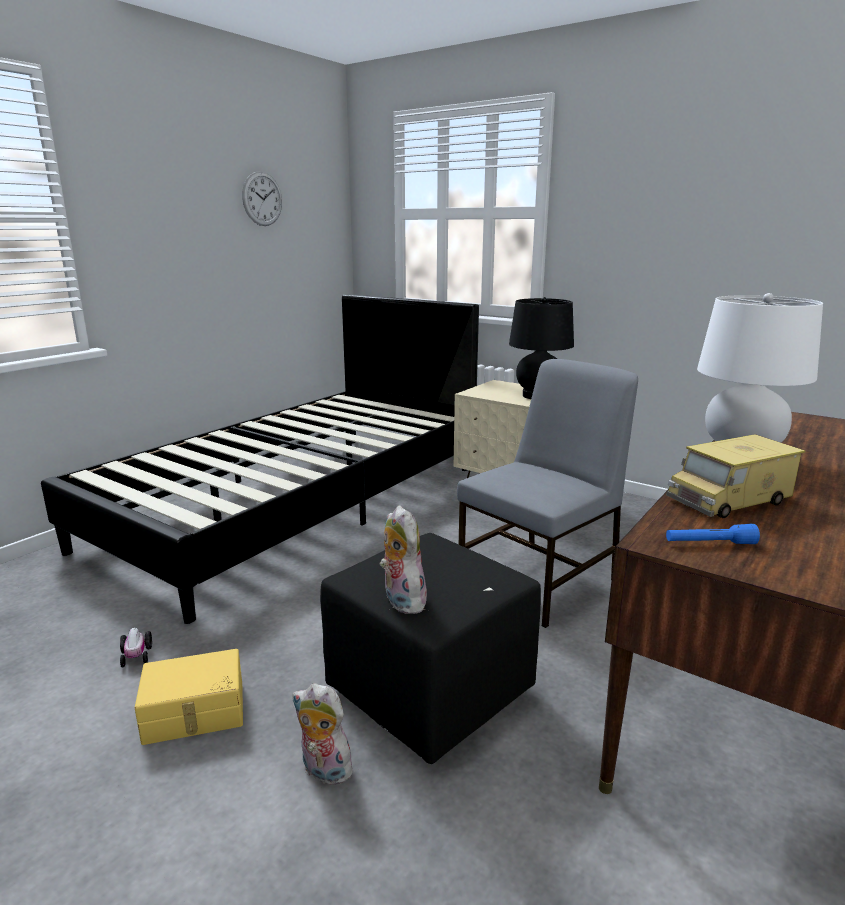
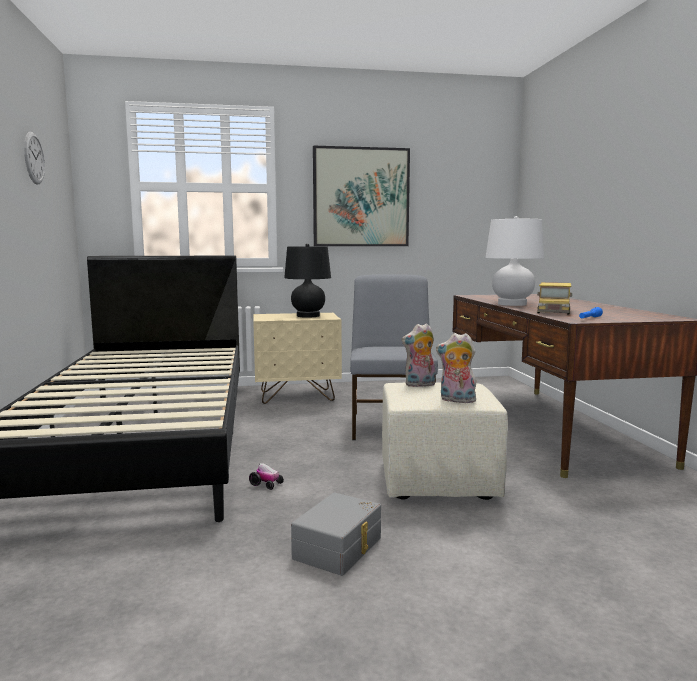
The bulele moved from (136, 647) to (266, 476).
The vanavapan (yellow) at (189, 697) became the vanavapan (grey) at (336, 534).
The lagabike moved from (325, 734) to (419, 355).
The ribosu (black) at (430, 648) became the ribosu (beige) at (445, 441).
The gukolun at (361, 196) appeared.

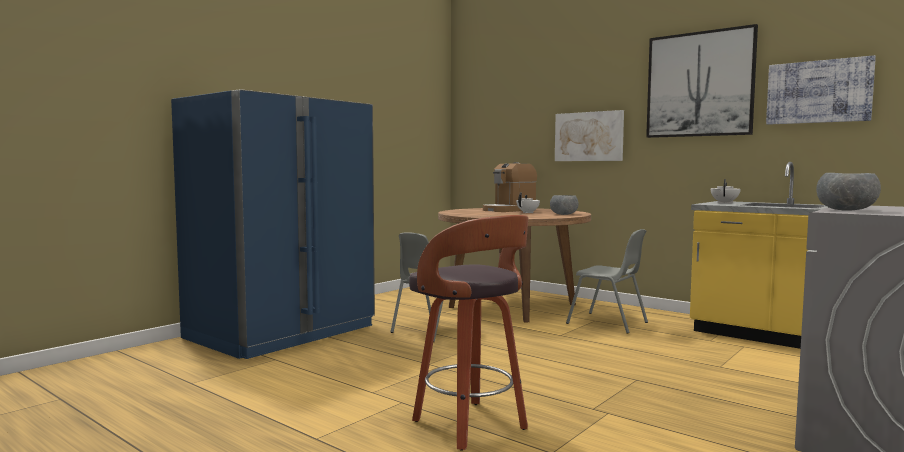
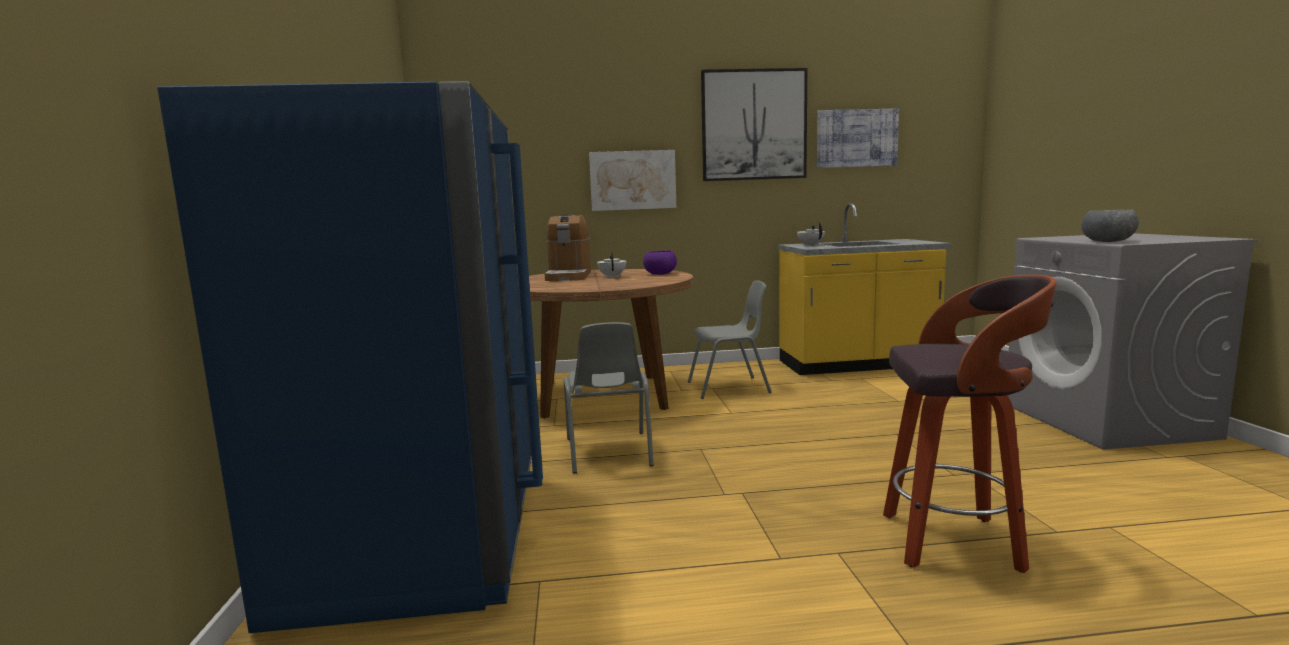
The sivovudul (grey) at (564, 205) became the sivovudul (purple) at (660, 263).

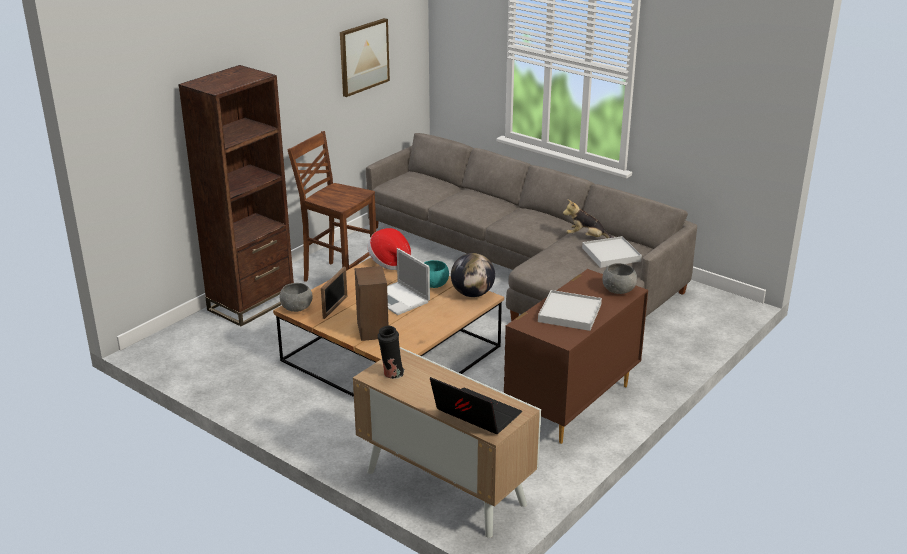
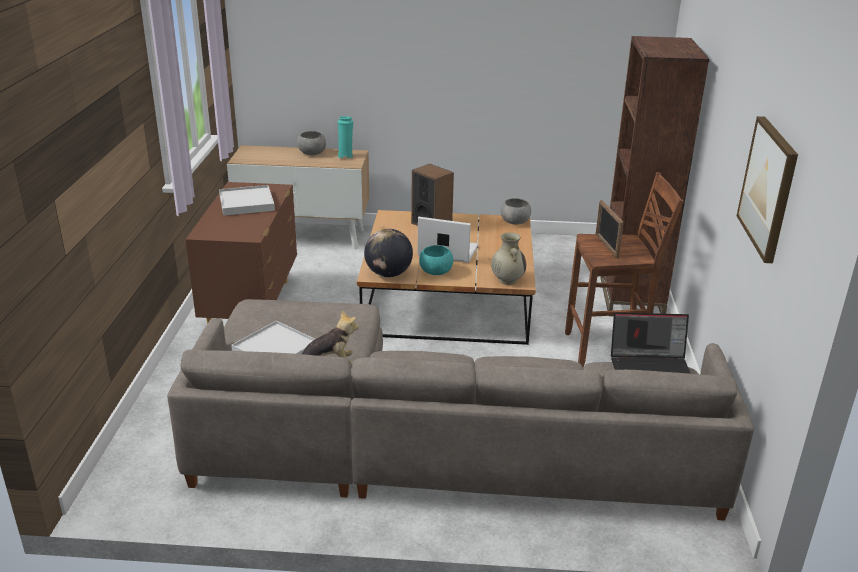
The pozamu moved from (334, 293) to (609, 229).
The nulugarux at (389, 249) was replaced by the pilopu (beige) at (508, 259).
The pilopu (black) at (391, 352) became the pilopu (turquoise) at (345, 137).
The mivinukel moved from (476, 405) to (651, 343).
The sivovudul (grey) moved from (619, 278) to (311, 143).

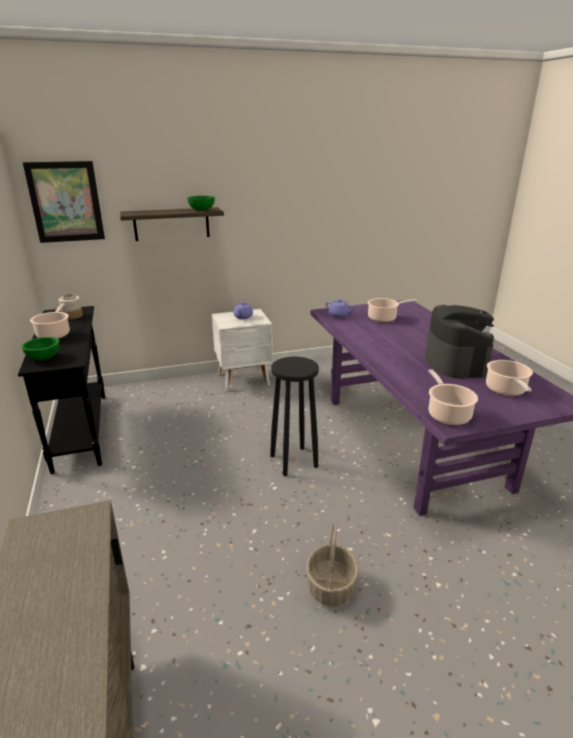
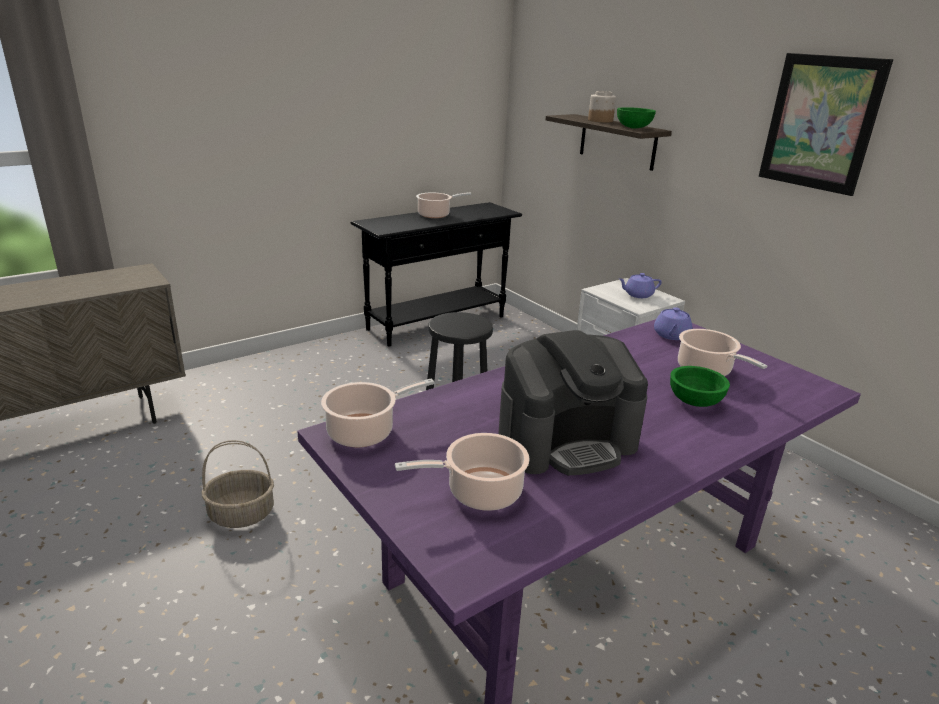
The sivovudul (green) moved from (40, 348) to (700, 386).
The gukolun moved from (64, 202) to (826, 124).
The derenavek moved from (71, 307) to (602, 107).

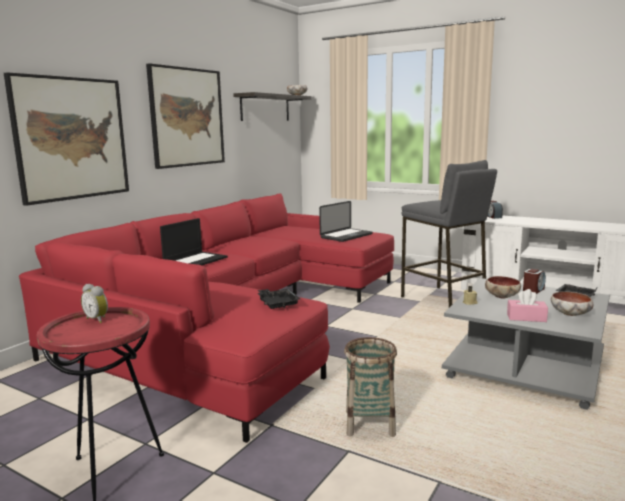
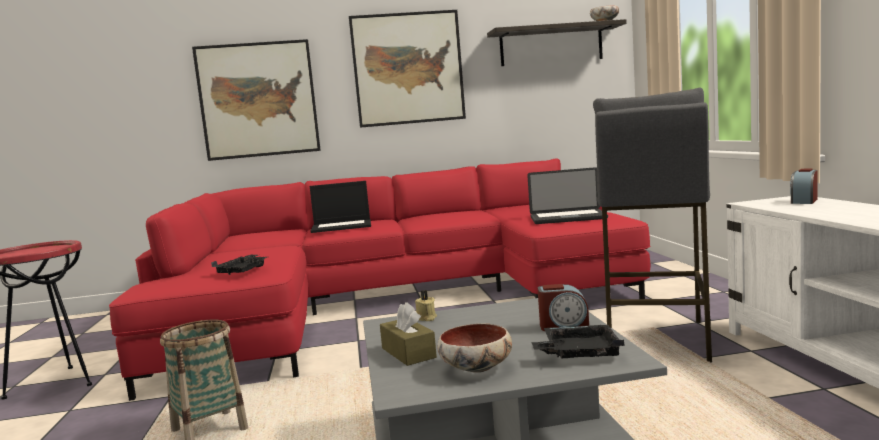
The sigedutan at (94, 303) disappeared.
The sivovudul at (503, 287) disappeared.
The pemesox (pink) at (527, 305) became the pemesox (brown) at (408, 334).

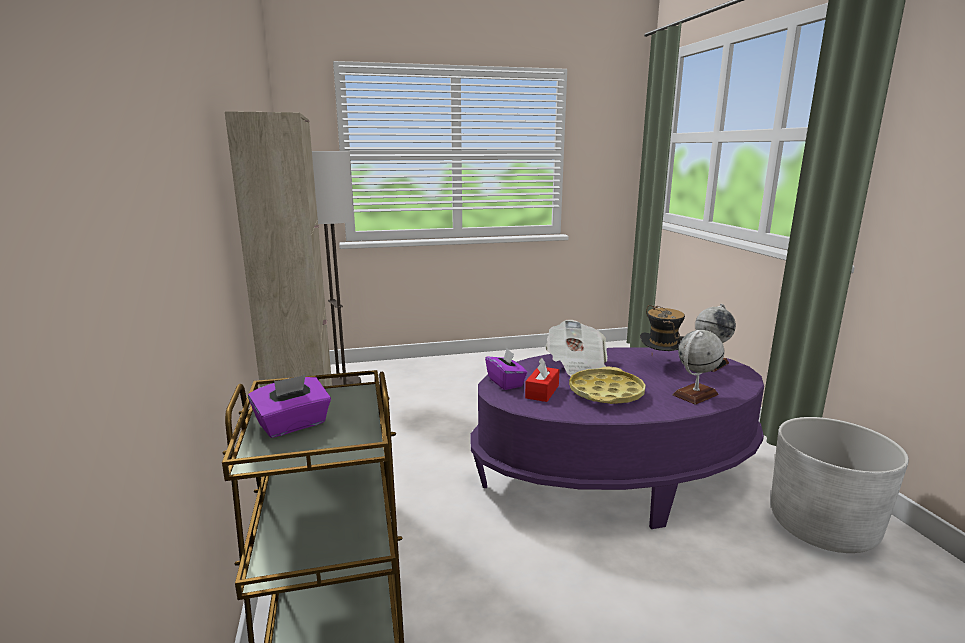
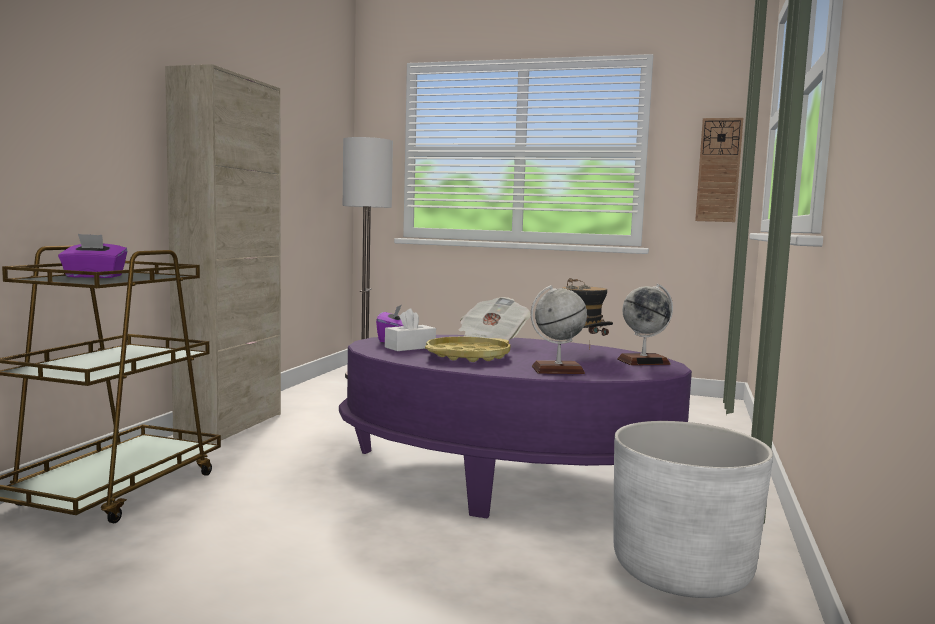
The pemesox (red) at (542, 380) became the pemesox (white) at (410, 329).
The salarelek at (719, 170) appeared.

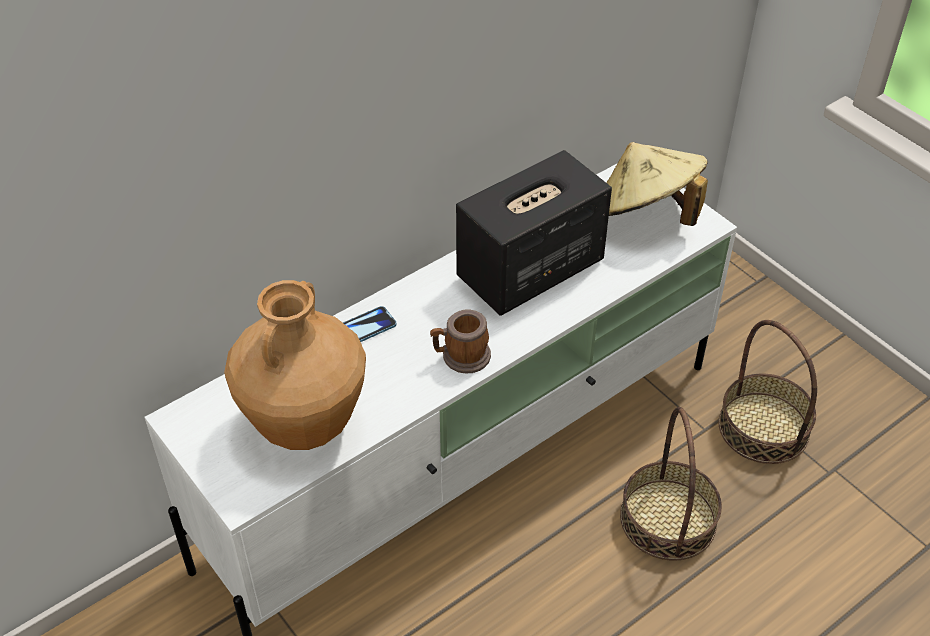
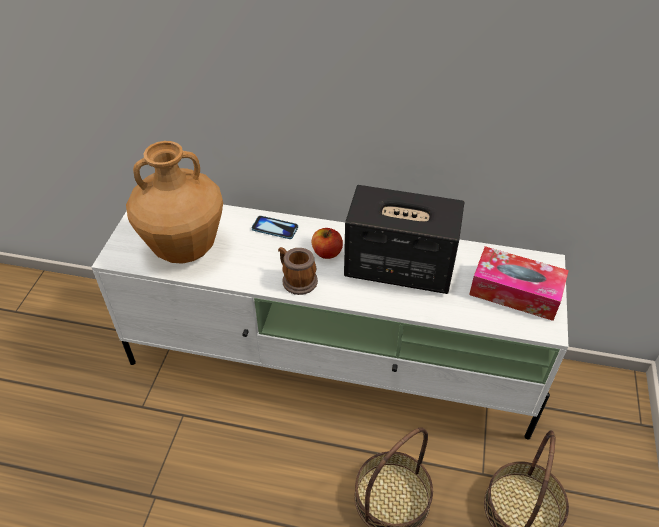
The nulugarux (beige) at (657, 184) was replaced by the pemesox at (519, 283).
The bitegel at (327, 243) appeared.

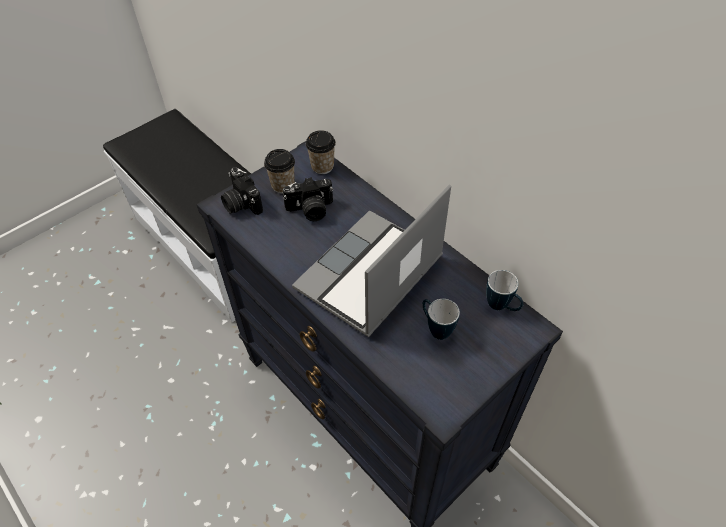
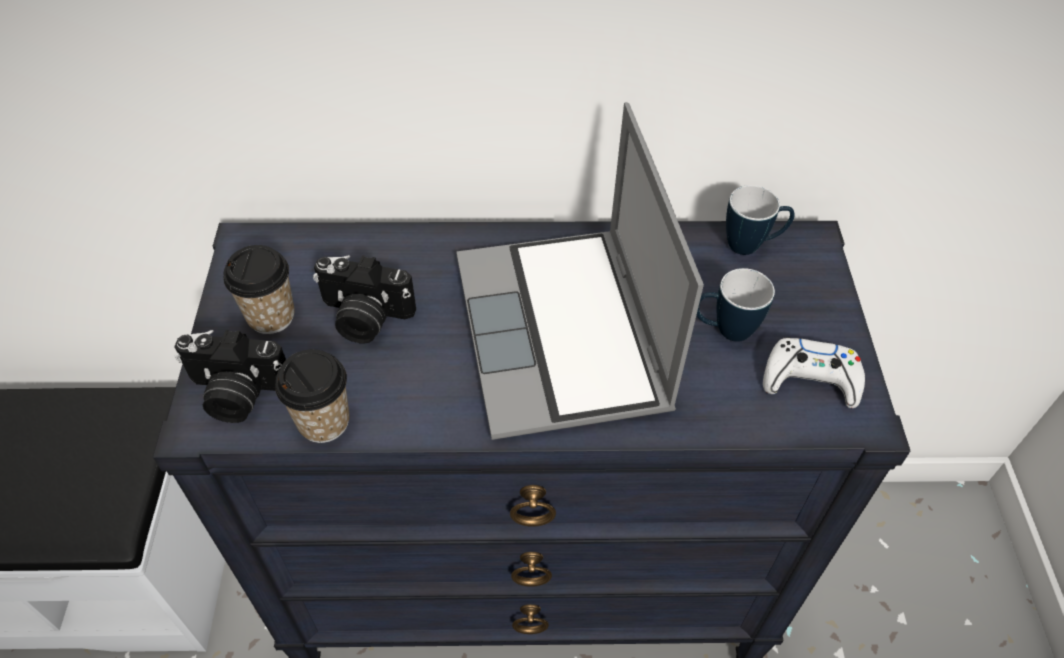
The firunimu at (307, 199) turned 75 degrees clockwise.
The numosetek moved from (321, 152) to (312, 396).
The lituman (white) at (814, 372) appeared.

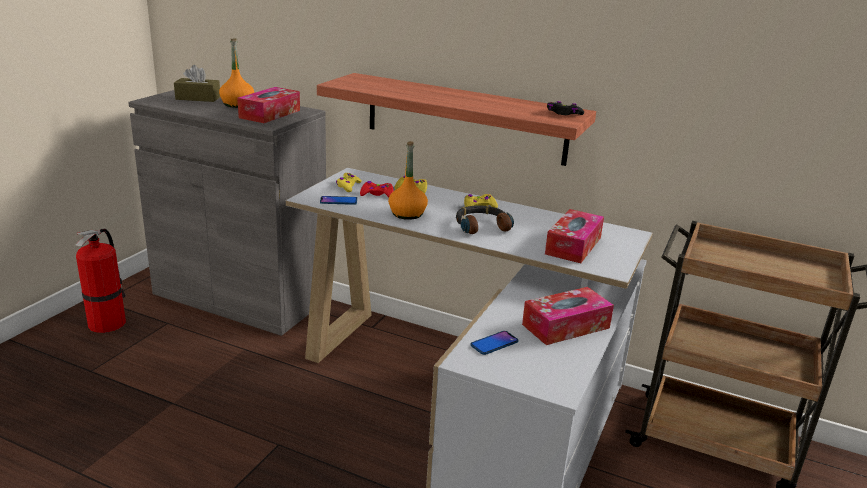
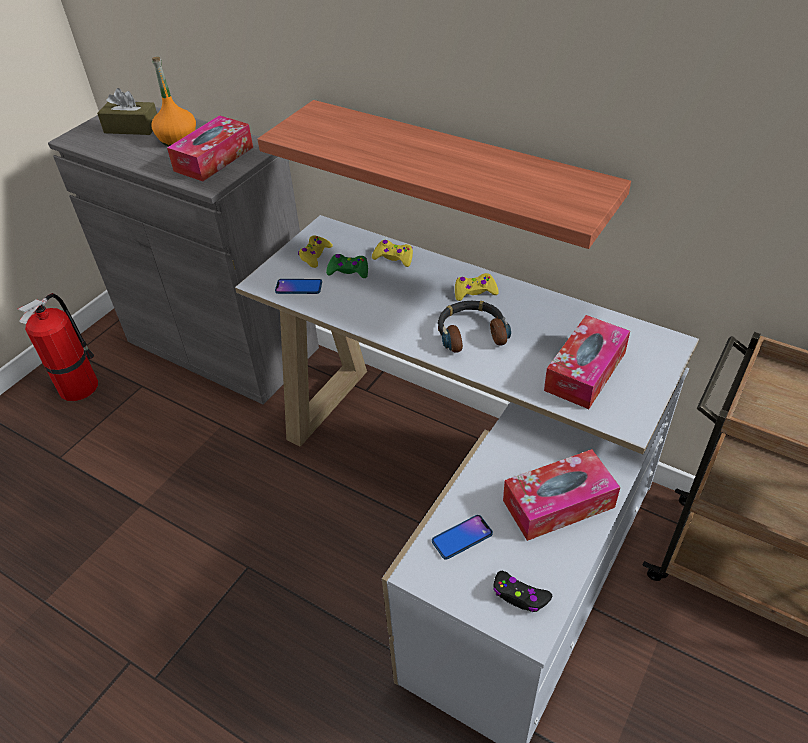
The lituman (red) at (377, 189) became the lituman (green) at (347, 266).
The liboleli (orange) at (408, 180) disappeared.
The lituman (black) moved from (565, 108) to (523, 591).

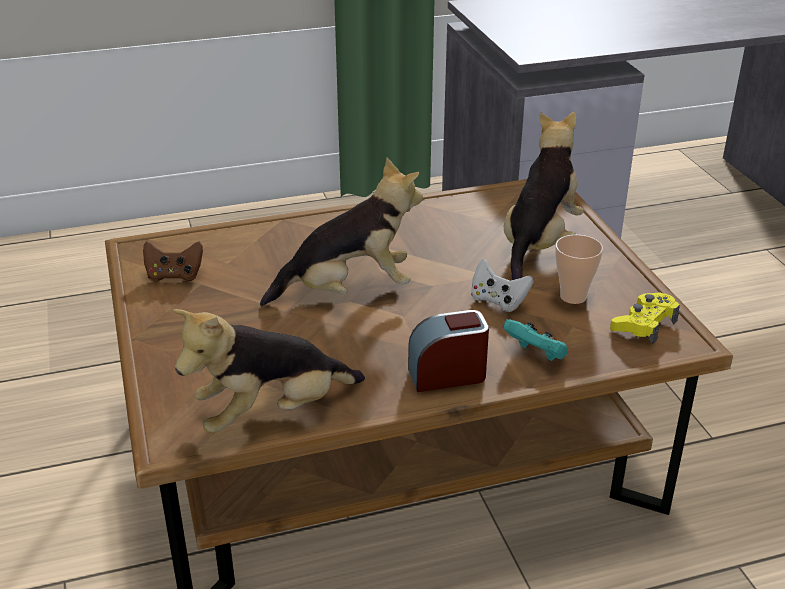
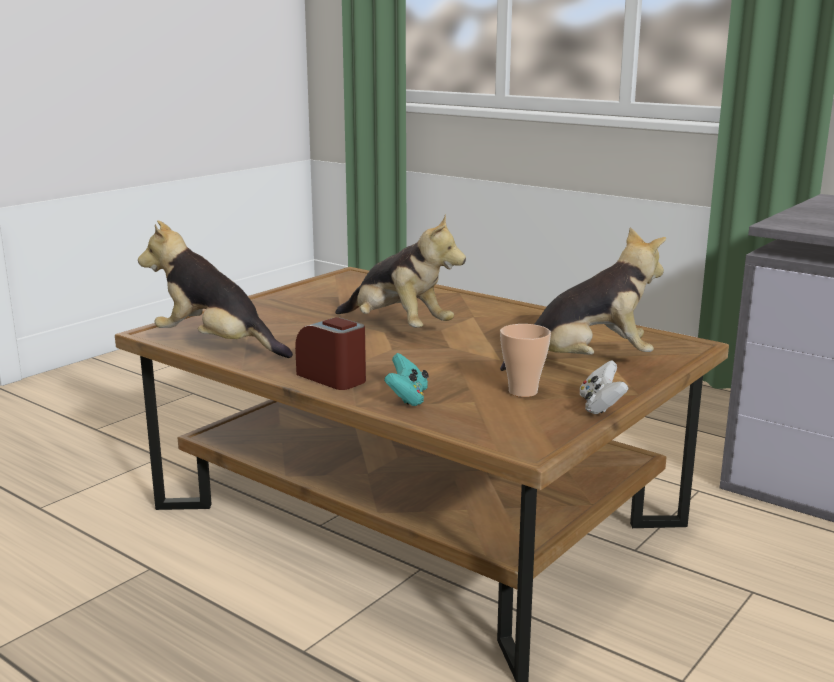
The lituman (brown) at (173, 261) disappeared.
The lituman (white) moved from (502, 285) to (604, 387).
The lituman (yellow) at (645, 318) disappeared.

